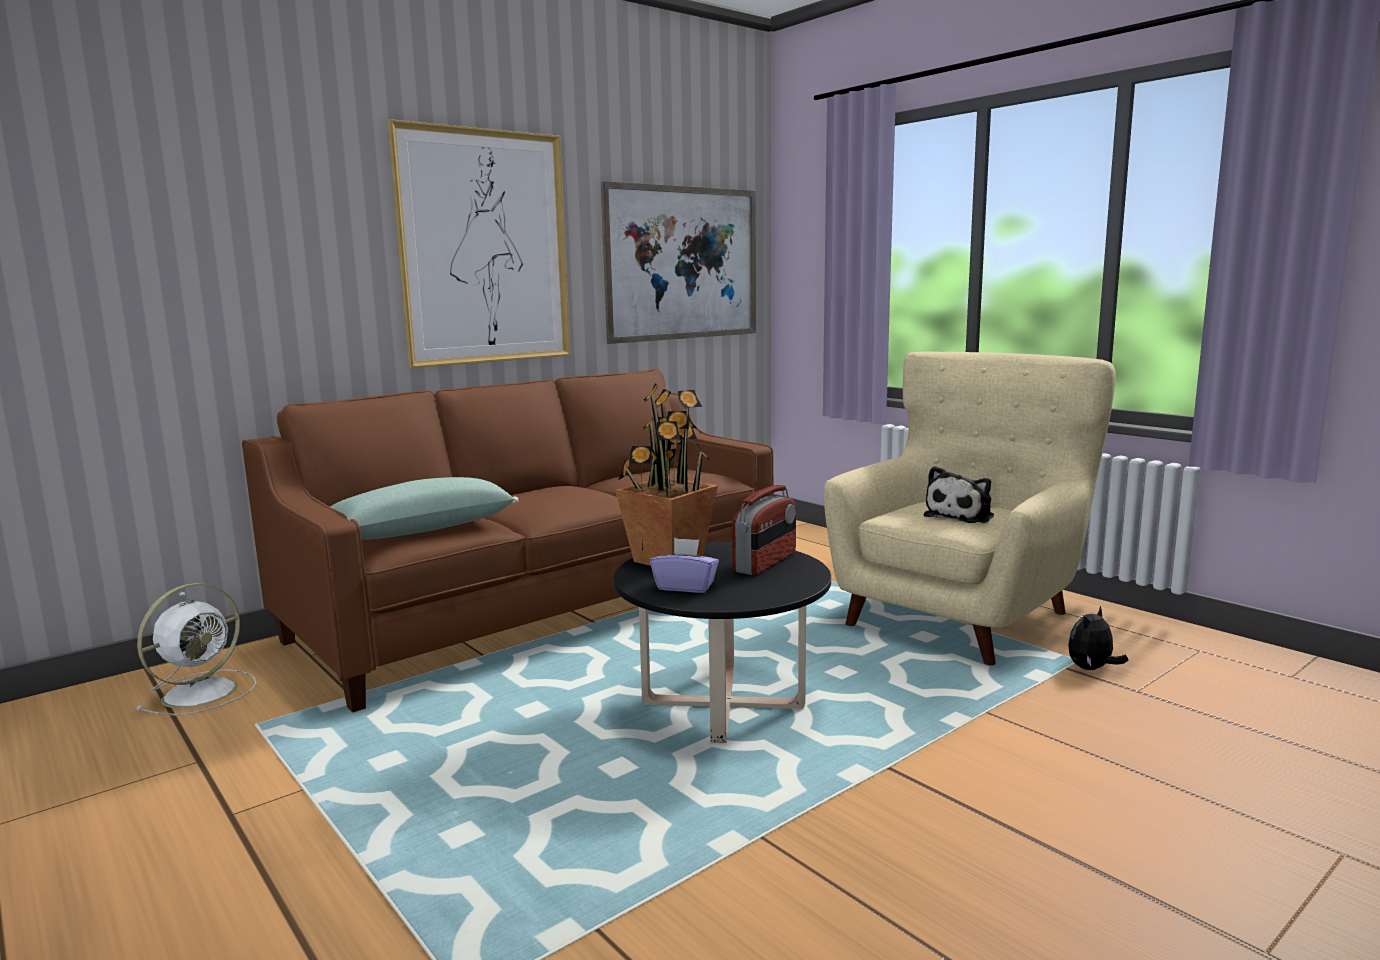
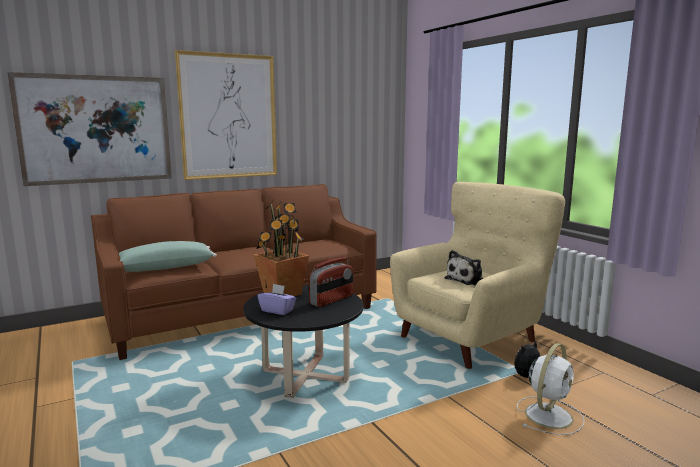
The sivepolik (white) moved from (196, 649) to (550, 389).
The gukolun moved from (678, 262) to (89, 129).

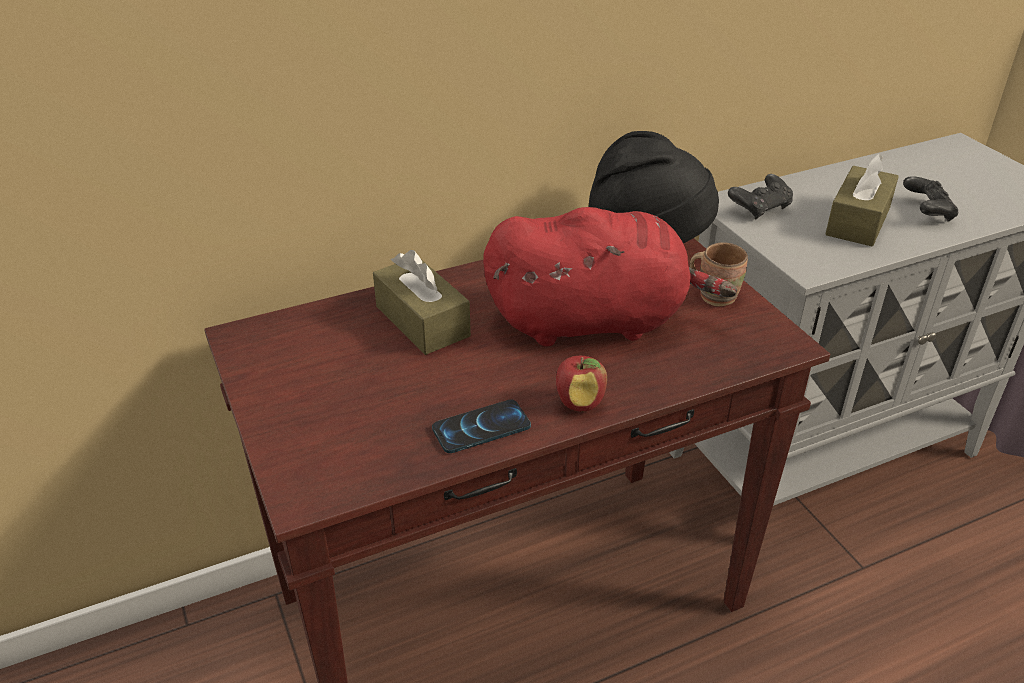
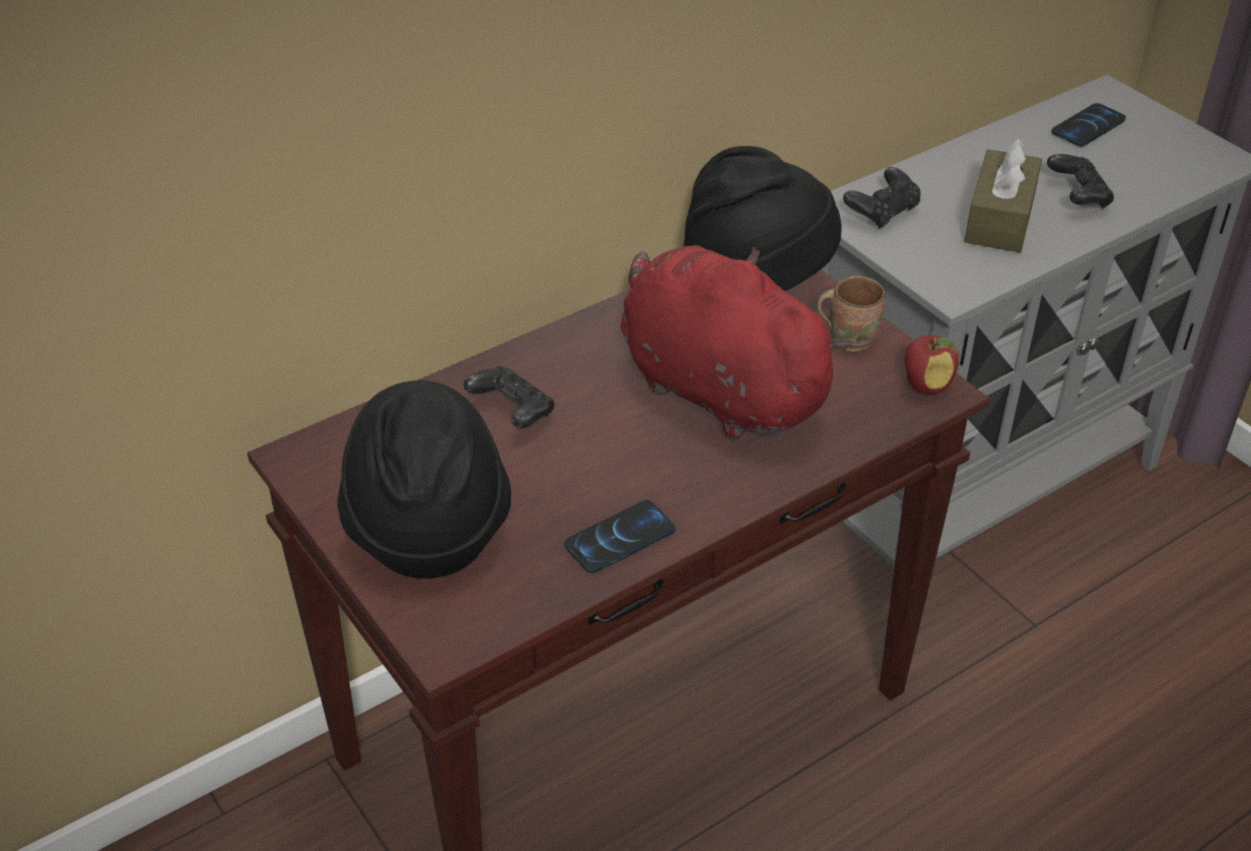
The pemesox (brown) at (422, 302) was replaced by the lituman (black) at (509, 397).
The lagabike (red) at (610, 276) turned 120 degrees counterclockwise.
The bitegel moved from (581, 384) to (931, 364).
The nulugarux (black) at (424, 479) appeared.
The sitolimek at (1088, 125) appeared.

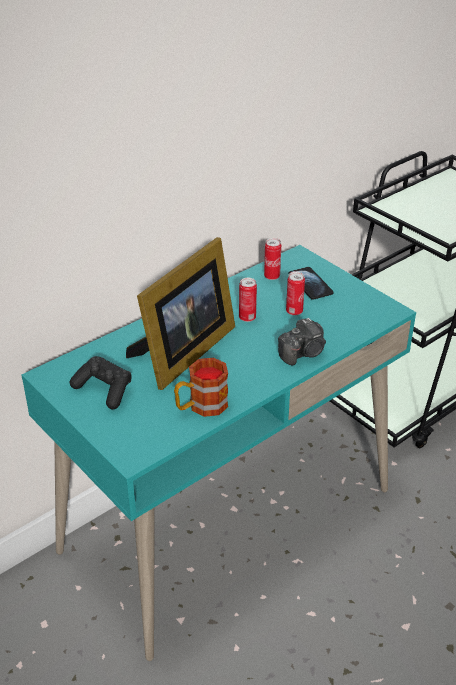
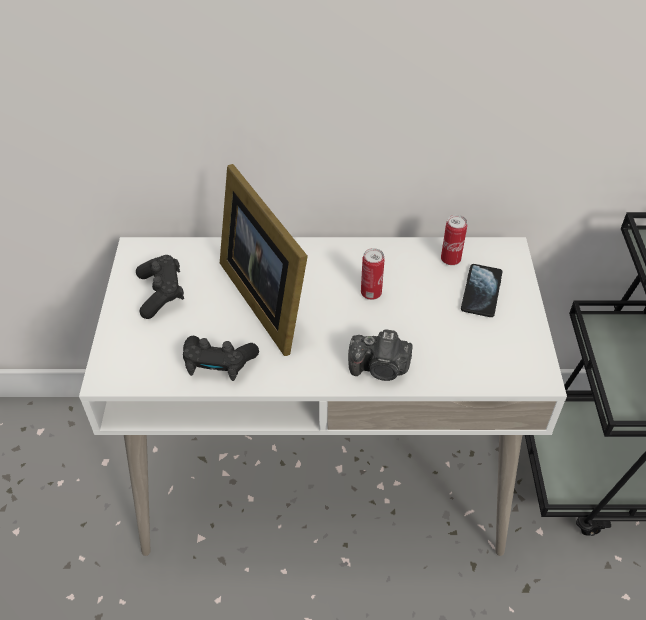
The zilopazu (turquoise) at (218, 453) became the zilopazu (white) at (323, 396).
The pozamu at (180, 313) turned 75 degrees clockwise.
The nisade at (201, 387) was replaced by the lituman (black) at (221, 358).
The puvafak at (295, 294) disappeared.

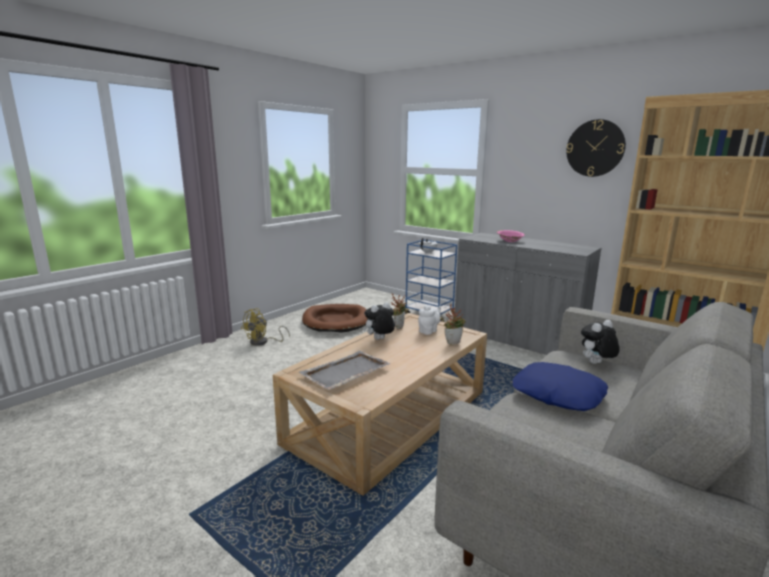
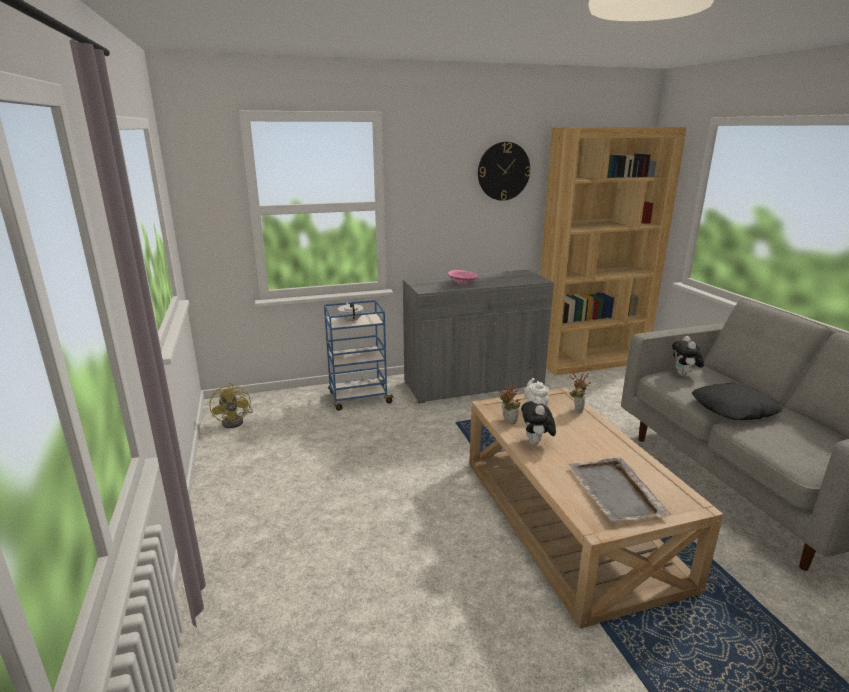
The sivepolik (yellow) moved from (265, 327) to (231, 405).
The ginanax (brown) at (335, 318) disappeared.
The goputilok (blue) at (560, 386) became the goputilok (black) at (737, 401).

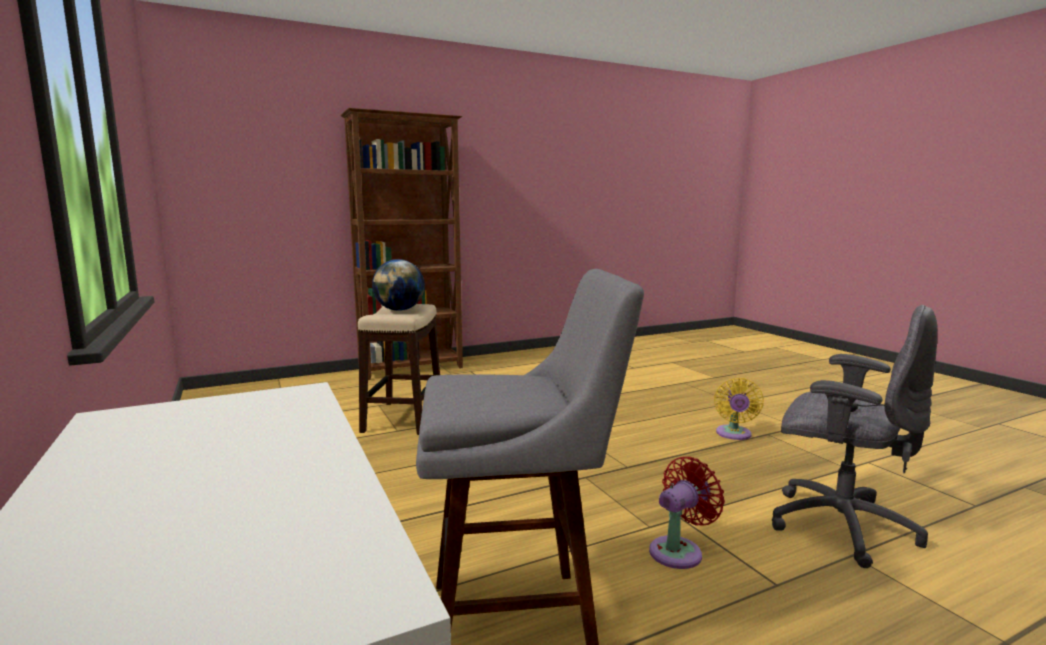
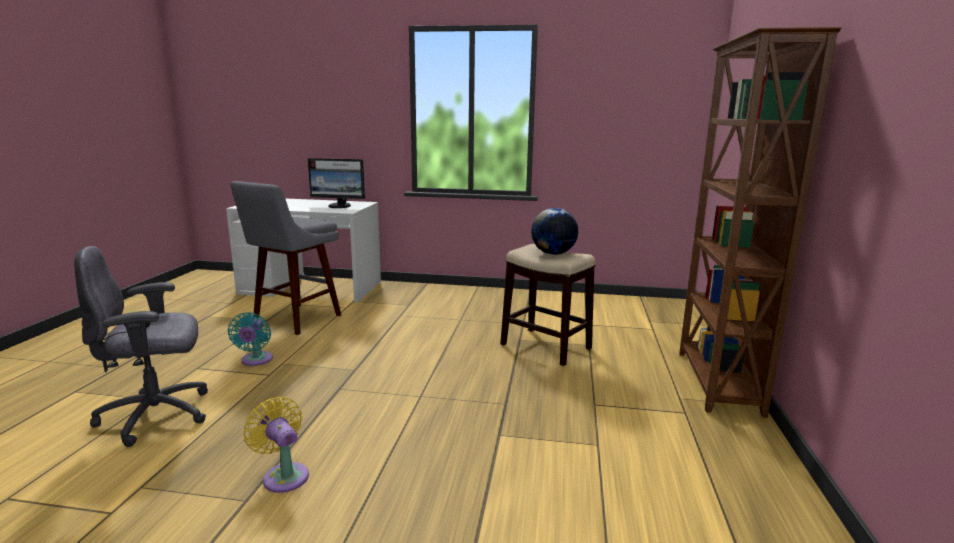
The sivepolik (red) at (687, 513) became the sivepolik (turquoise) at (250, 339).
The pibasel at (336, 183) appeared.

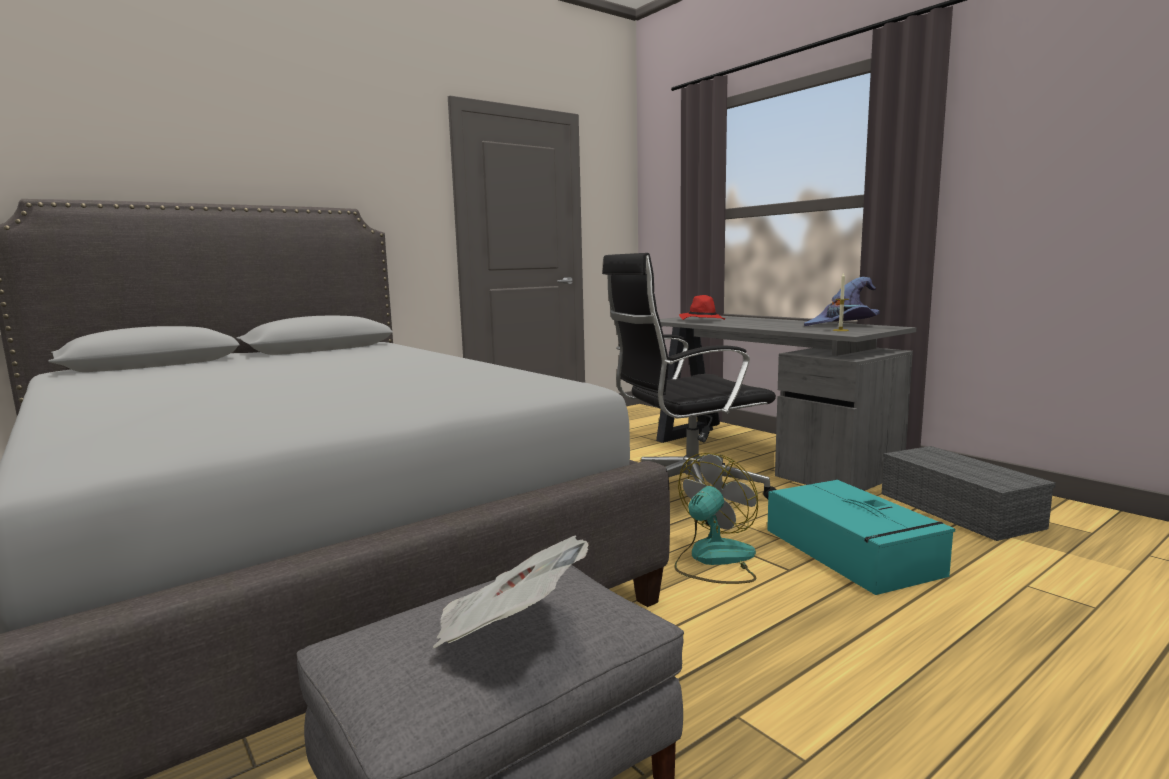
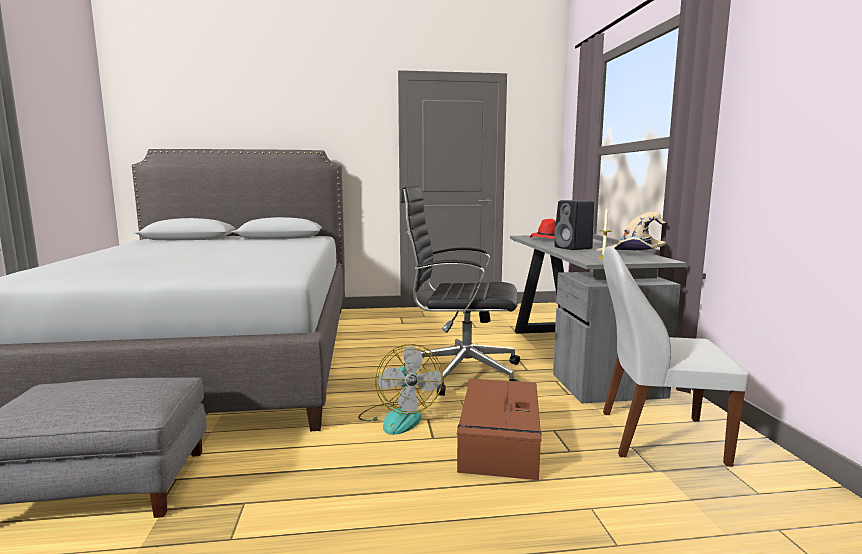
The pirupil at (510, 591) disappeared.
The sivepolik at (716, 518) turned 90 degrees clockwise.
The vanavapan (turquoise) at (861, 537) became the vanavapan (brown) at (499, 429).
The nulugarux (purple) at (841, 301) became the nulugarux (beige) at (631, 232).
The vanavapan (grey) at (969, 493) was replaced by the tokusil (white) at (676, 357).
The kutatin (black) at (574, 225) appeared.

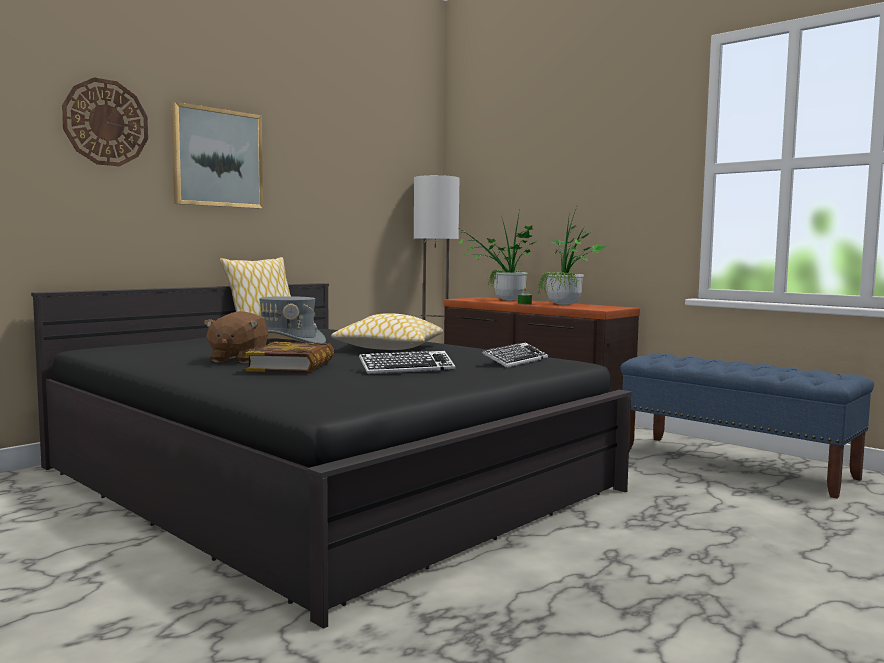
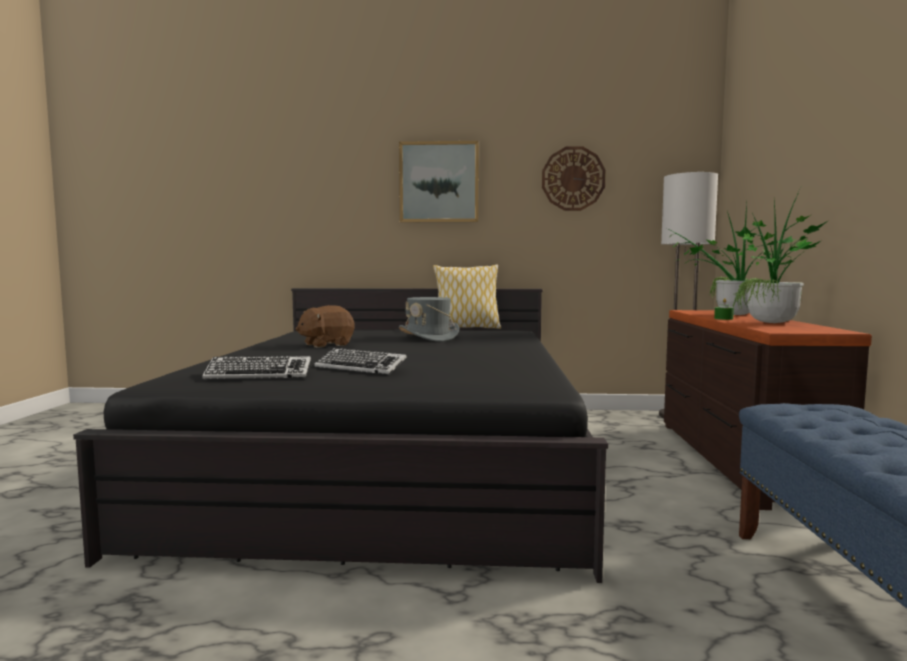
The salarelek moved from (105, 121) to (574, 178).
The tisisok at (290, 357) disappeared.
The goputilok at (387, 331) disappeared.
The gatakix moved from (515, 355) to (256, 367).

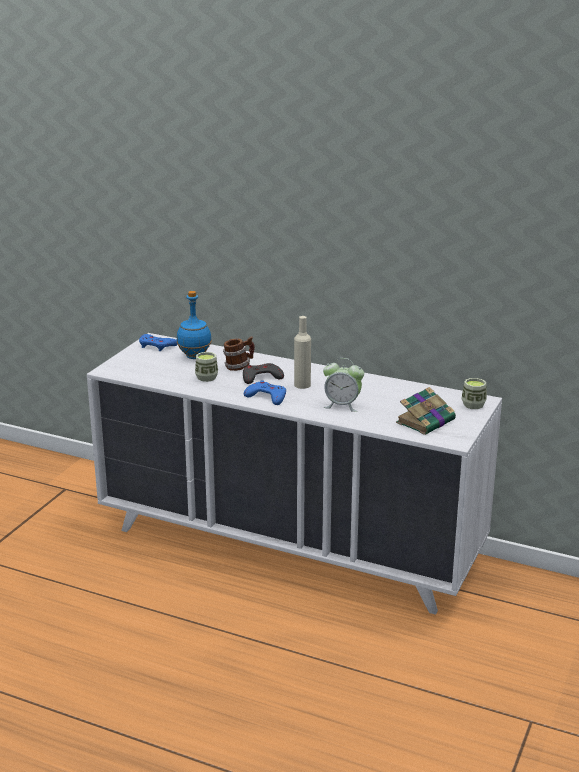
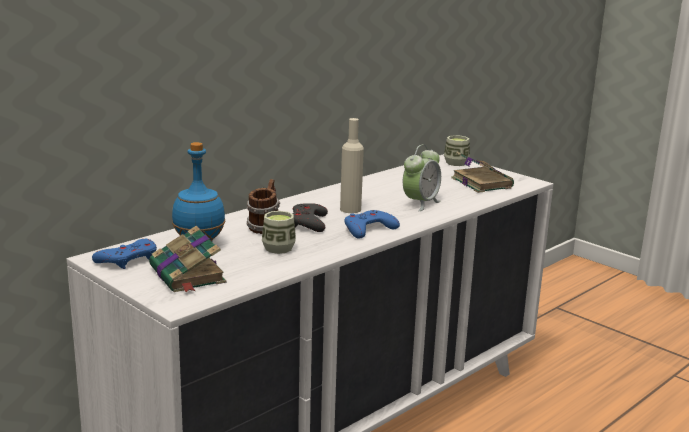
The tisisok at (187, 259) appeared.

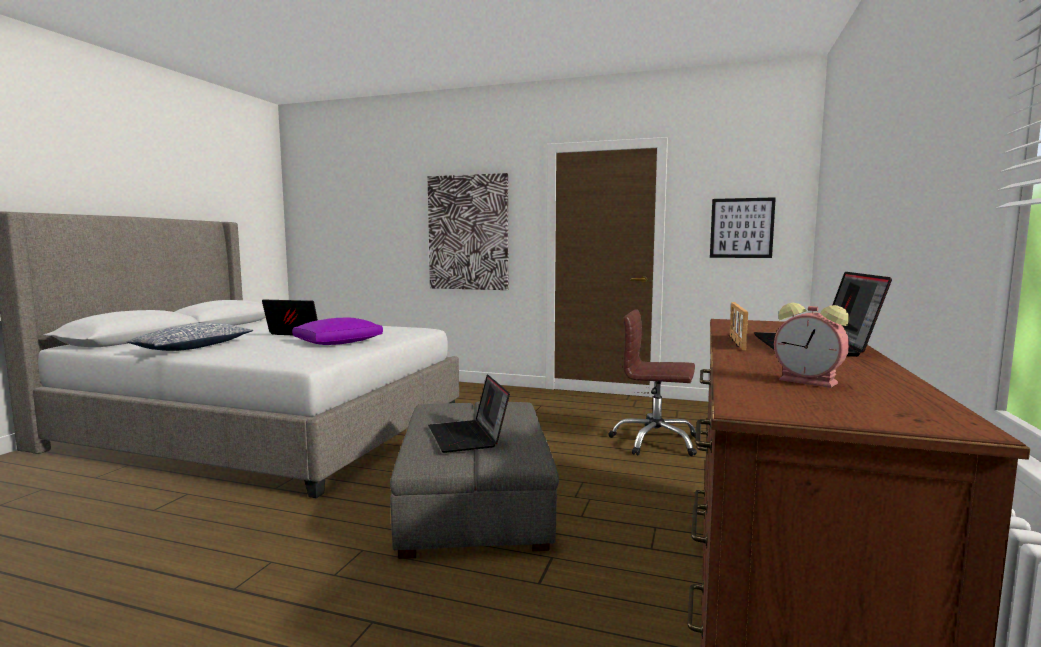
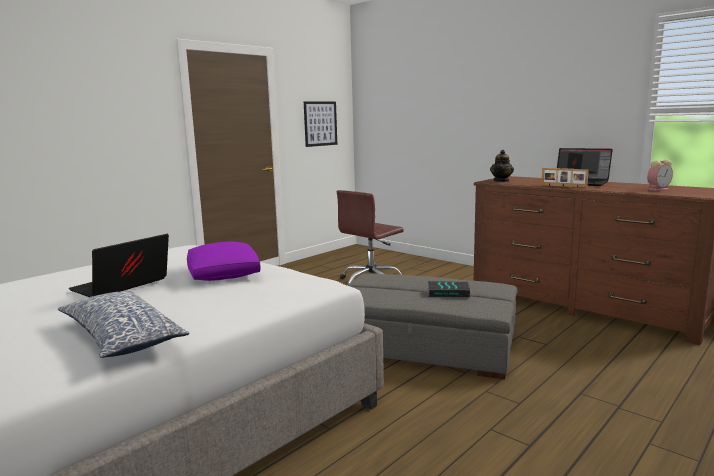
The gukolun at (468, 231) disappeared.
The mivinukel at (469, 413) was replaced by the tisisok at (449, 289).
The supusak at (502, 166) appeared.

